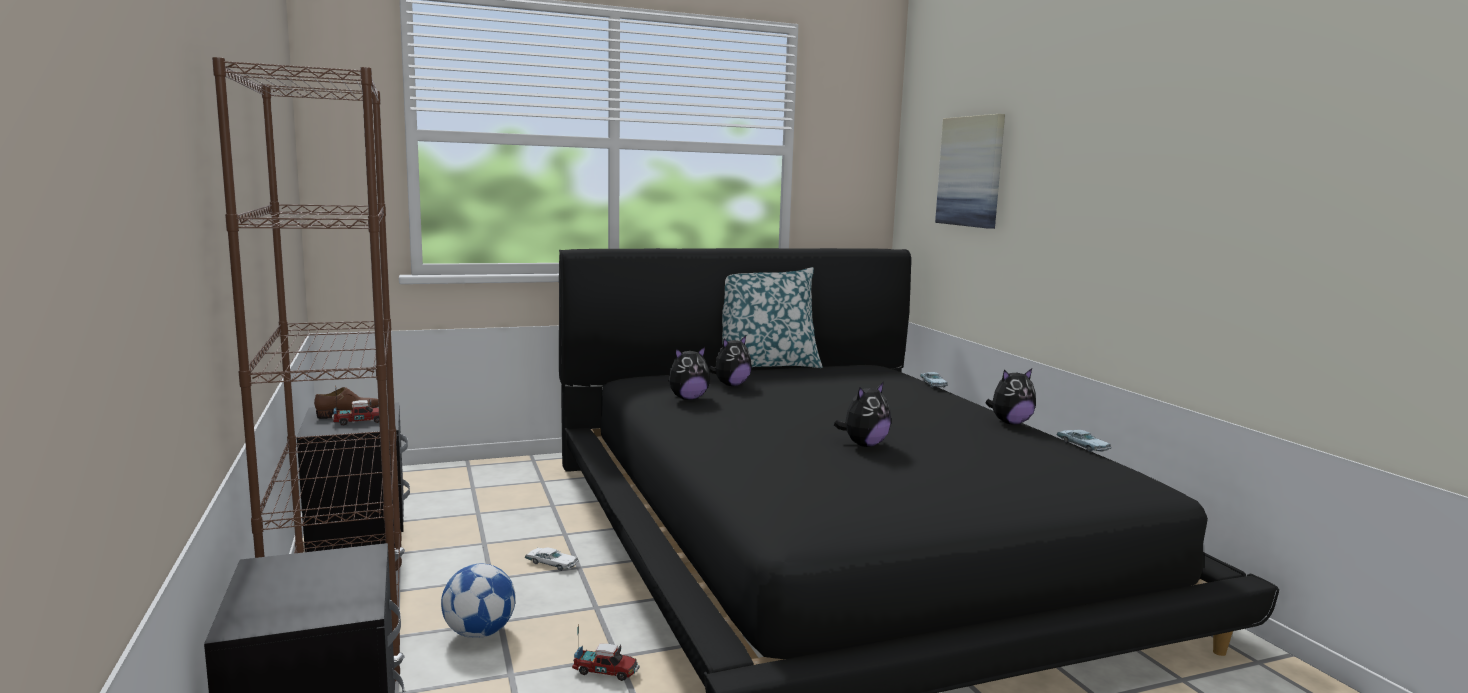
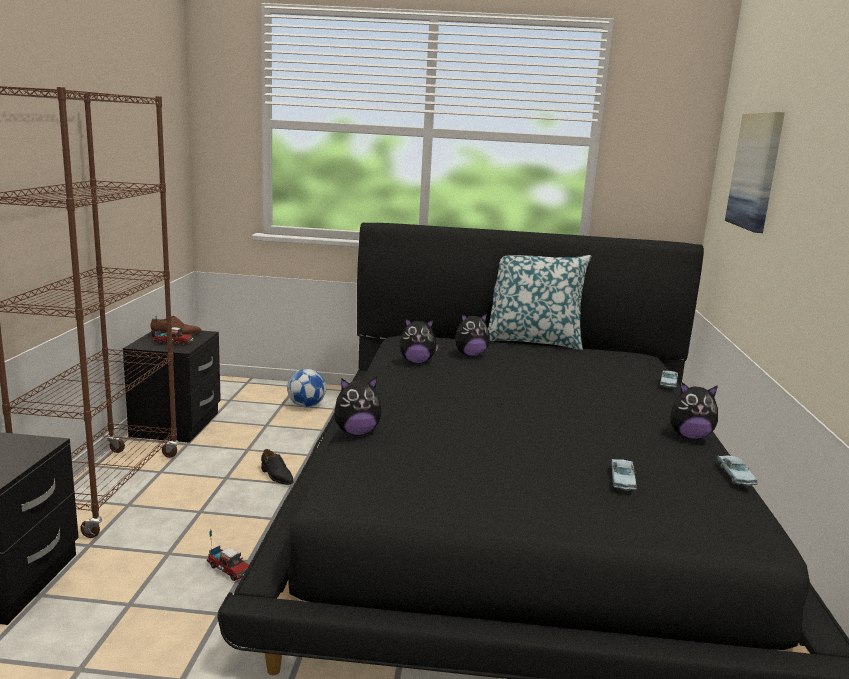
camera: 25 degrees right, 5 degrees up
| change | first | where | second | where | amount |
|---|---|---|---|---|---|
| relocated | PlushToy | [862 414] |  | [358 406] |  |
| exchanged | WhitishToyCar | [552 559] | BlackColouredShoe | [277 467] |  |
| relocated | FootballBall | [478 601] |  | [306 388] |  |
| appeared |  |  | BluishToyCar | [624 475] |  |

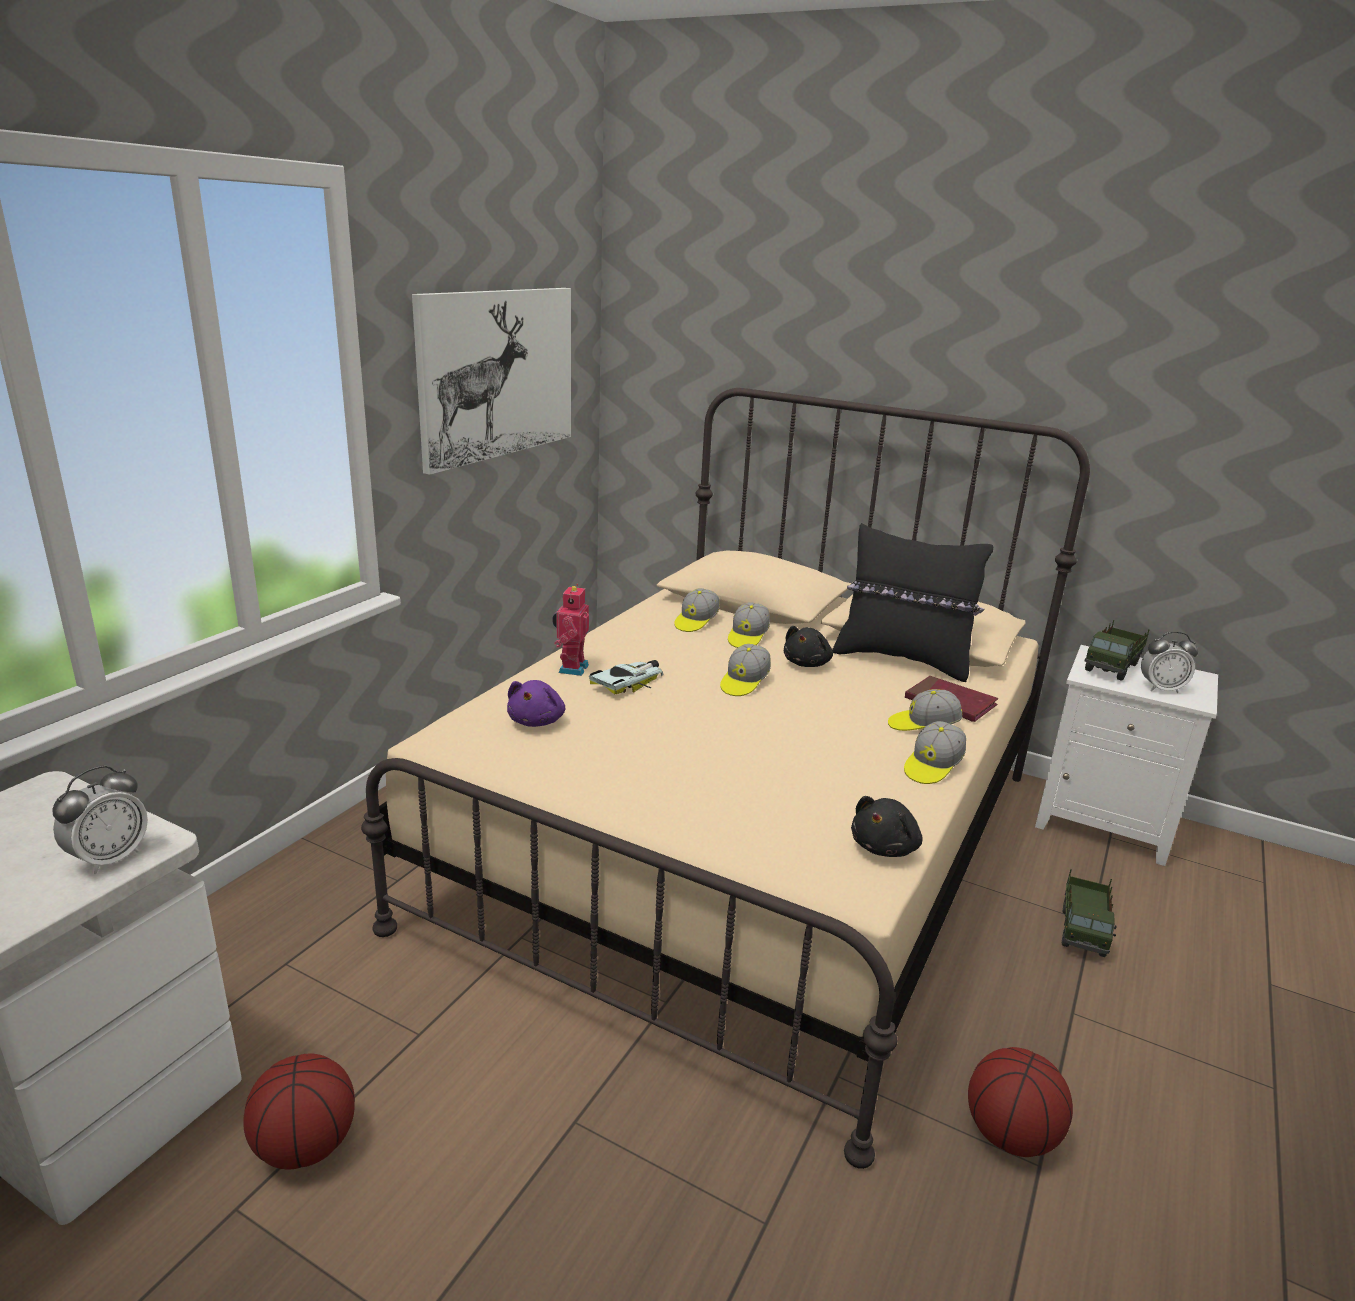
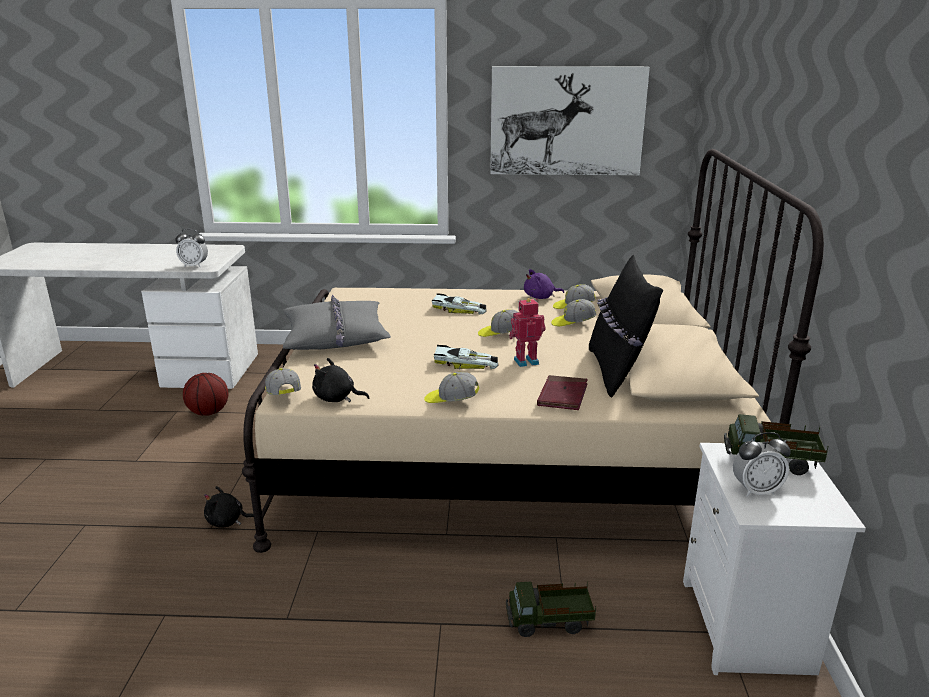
camera: 65 degrees right, 0 degrees up
| change | first | where | second | where | amount |
|---|---|---|---|---|---|
| relocated | ModelRobot | [570 630] |  | [527 332] |  |
| relocated | BlackColouredPlushToy | [808 646] |  | [229 506] |  |
| spun | TableClock | [1169 662] |  | [762 464] | 75 degrees counterclockwise |
| relocated | PurplePlushToy | [536 703] |  | [544 284] |  |
| relocated | BaseballCap | [925 710] |  | [283 381] |  |
| missing | BasketballBall | [1020 1102] |  |  |  |
| appeared |  |  | GreyCushion | [337 322] |  |
| appeared |  |  | ToyCar | [466 357] |  |

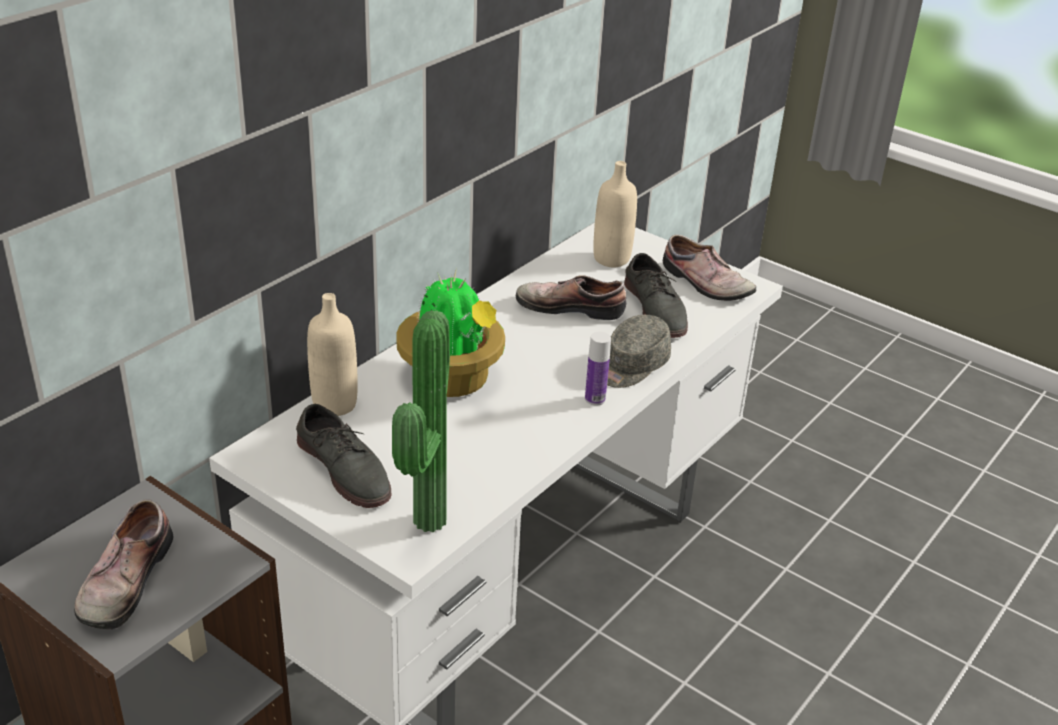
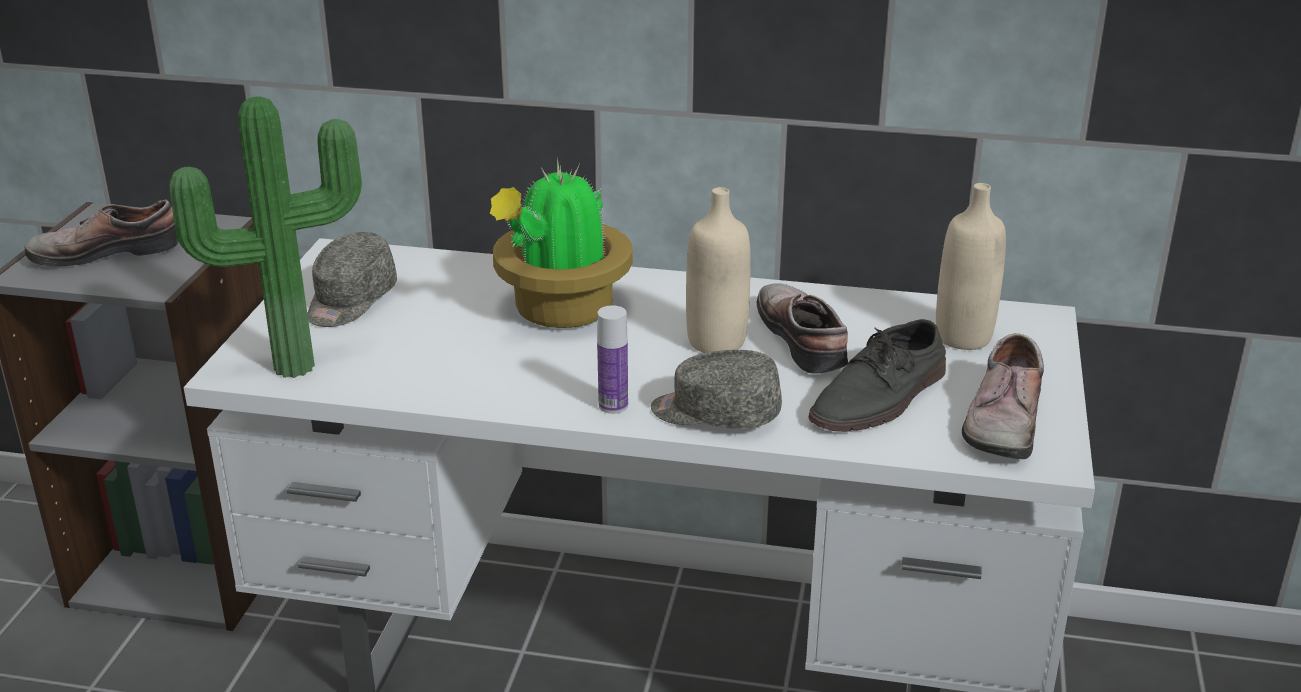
camera: 65 degrees right, 5 degrees down
| change | first | where | second | where | amount |
|---|---|---|---|---|---|
| relocated | SandColouredBeverageBottle | [332 354] |  | [718 270] |  |
| exchanged | GreyShoe | [343 456] | GreyBaseballCap | [352 279] |  |

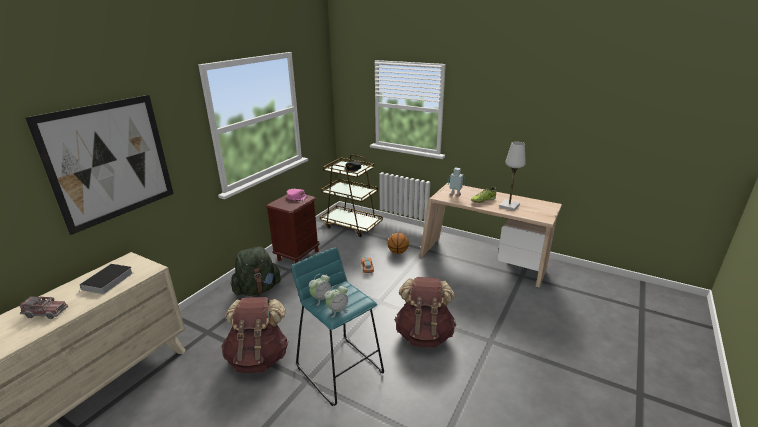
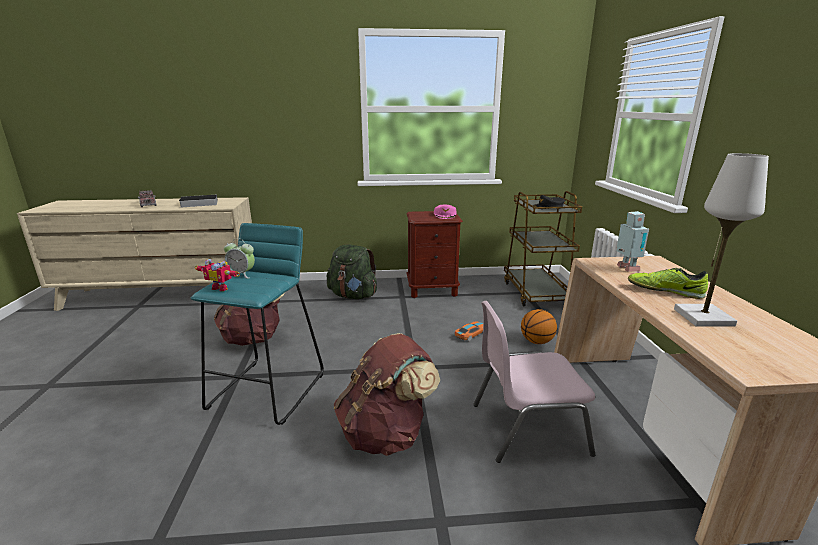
camera: 55 degrees right, 5 degrees down
| change | first | where | second | where | amount |
|---|---|---|---|---|---|
| missing | Picture | [99 165] |  |  |  |
| exchanged | TableClock | [337 301] | ModelRobot | [217 275] |  |
| appeared |  |  | PinkChair | [534 382] |  |

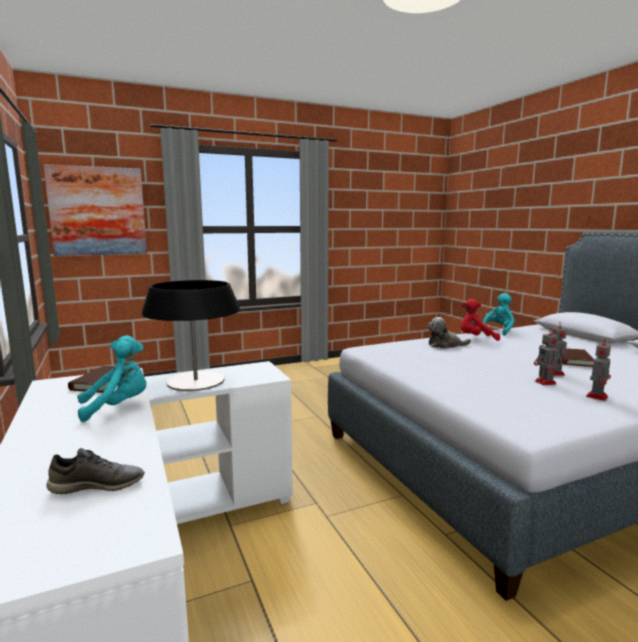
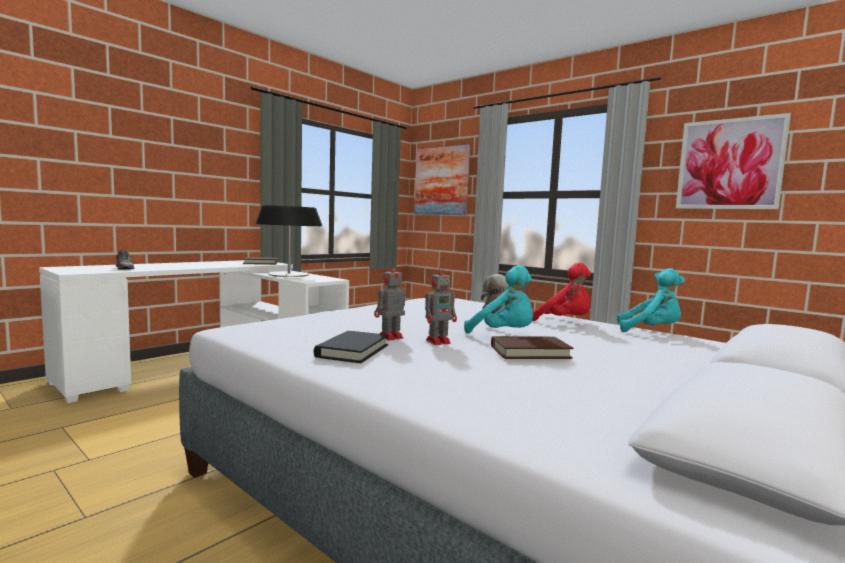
camera: 65 degrees right, 5 degrees down
| change | first | where | second | where | amount |
|---|---|---|---|---|---|
| spun | ReddishPlushToy | [480 320] |  | [561 292] | 150 degrees clockwise |
| relocated | TurquoisePlushToy | [111 378] |  | [498 299] |  |
| exchanged | ModelRobot | [598 369] | BlackColouredBoundBook | [351 347] |  |
| appeared |  |  | Picture | [733 161] |  |

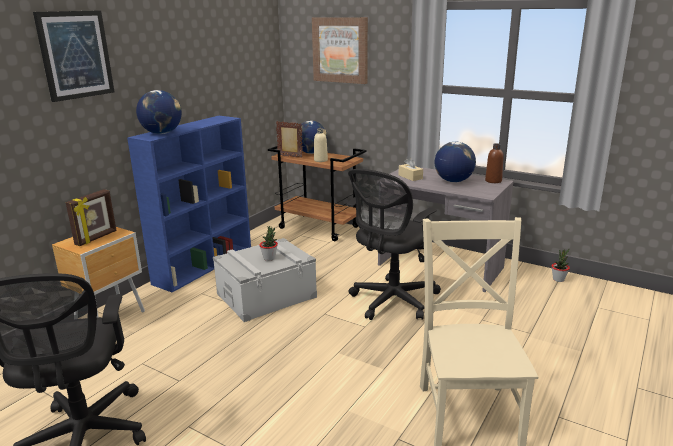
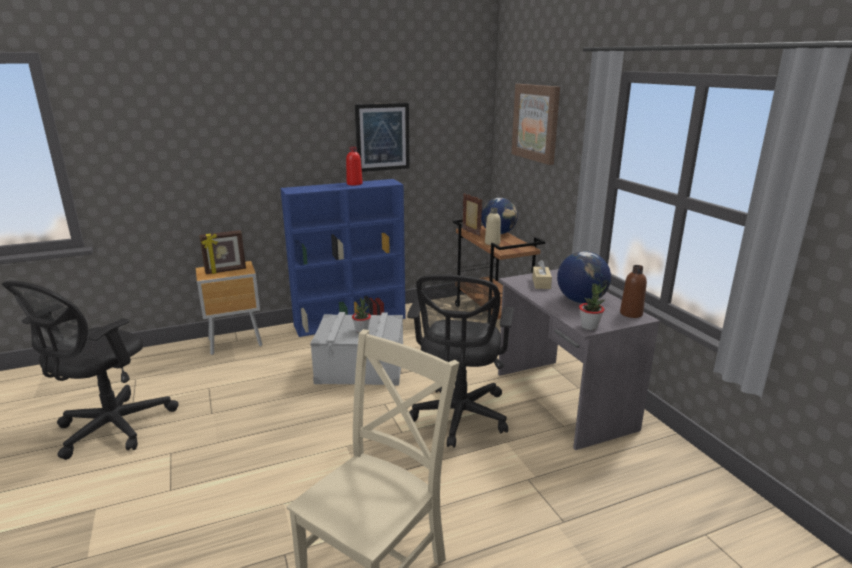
camera: 35 degrees right, 0 degrees up
| change | first | where | second | where | amount |
|---|---|---|---|---|---|
| relocated | Picture | [74 56] |  | [382 137] |  |
| missing | DeskGlobe | [159 112] |  |  |  |
| spun | BlackColouredOfficeChair | [393 244] |  | [460 361] | 60 degrees counterclockwise |
| relocated | PlantInAPot | [560 265] |  | [593 306] |  |
| appeared |  |  | ReddishBeverageBottle | [354 166] |  |

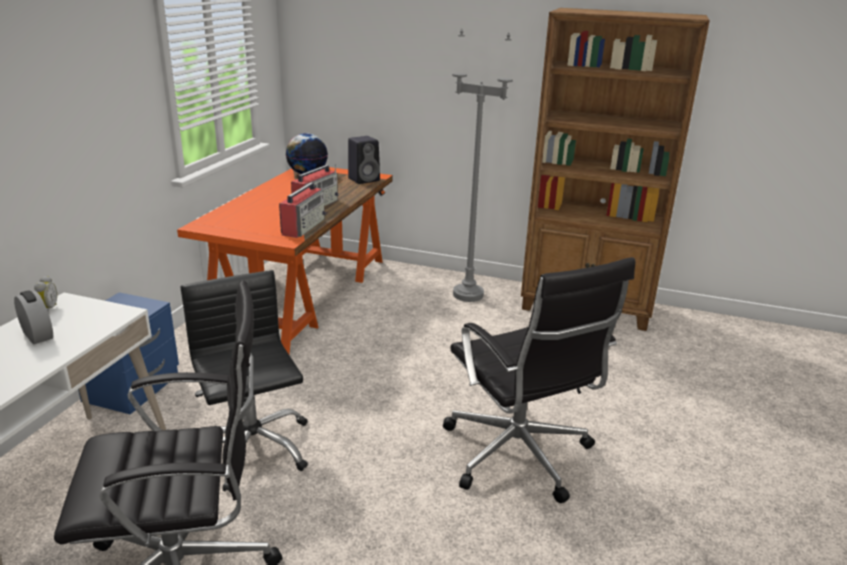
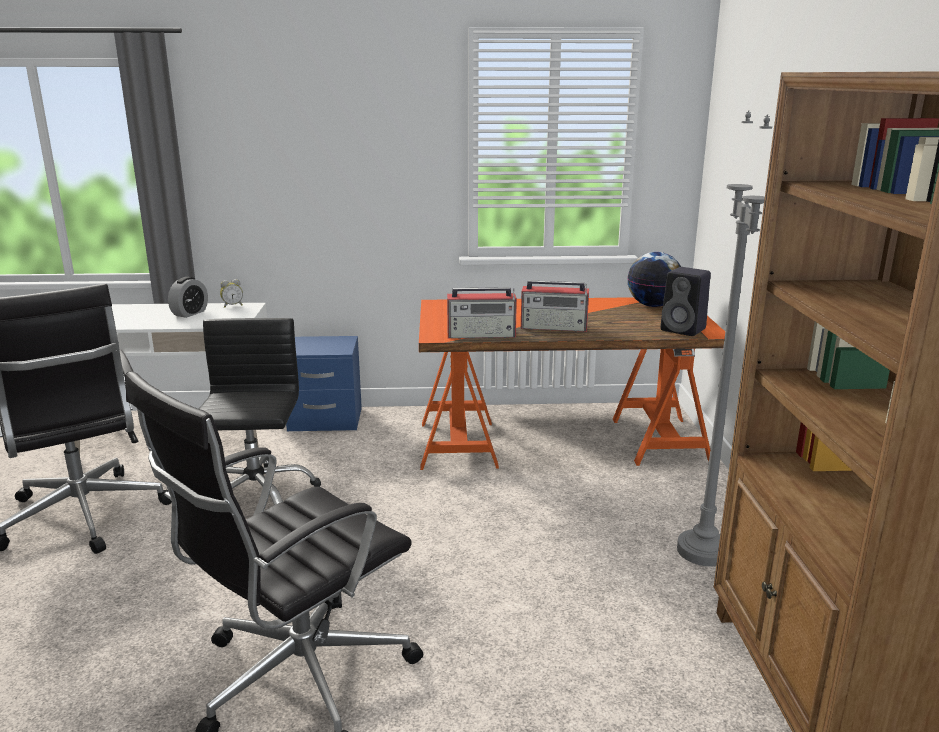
camera: 70 degrees right, 5 degrees down
| change | first | where | second | where | amount |
|---|---|---|---|---|---|
| spun | BlackColouredOfficeChair | [244 381] |  | [260 411] | 45 degrees counterclockwise |

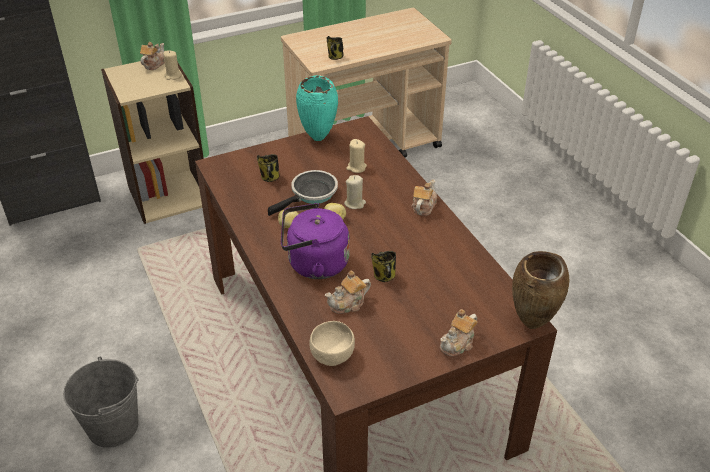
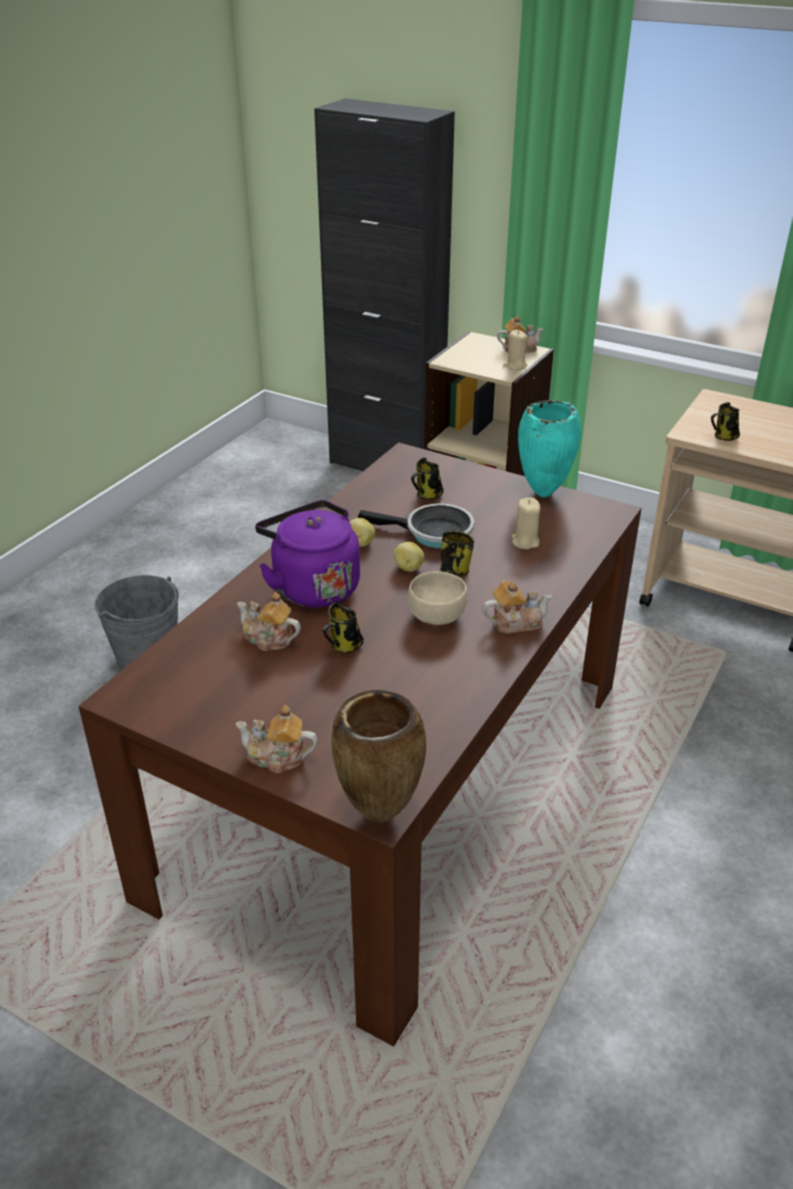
camera: 55 degrees right, 5 degrees down
| change | first | where | second | where | amount |
|---|---|---|---|---|---|
| exchanged | SandColouredWaxLight | [355 192] | CoffeeMug | [457 552] |  |
| relocated | SandColouredServingBowl | [332 343] |  | [437 598] |  |

